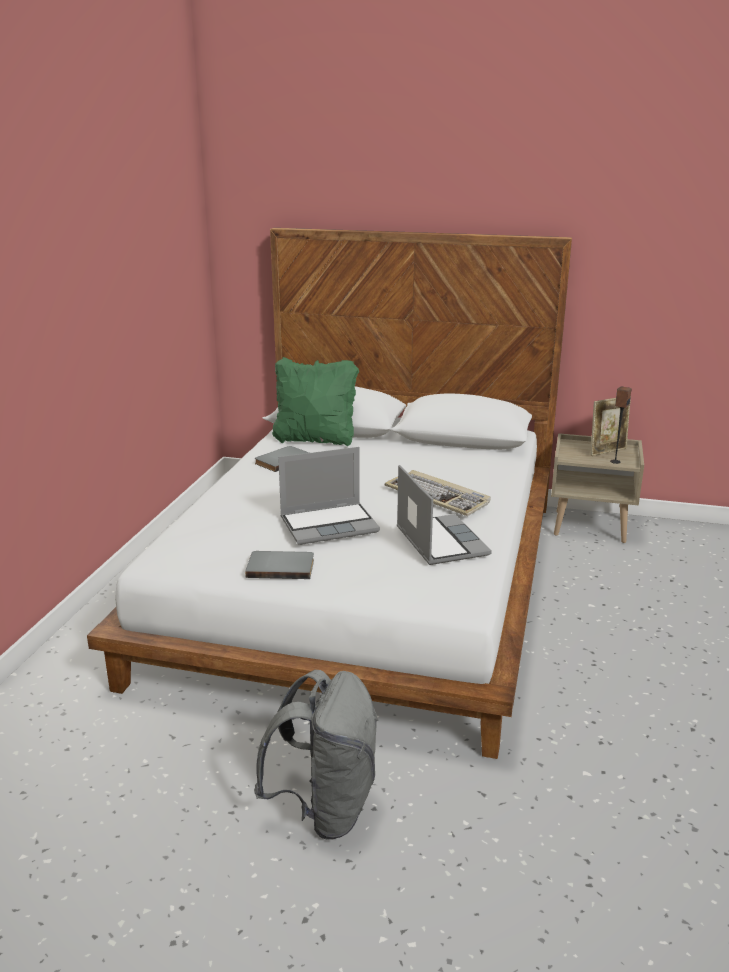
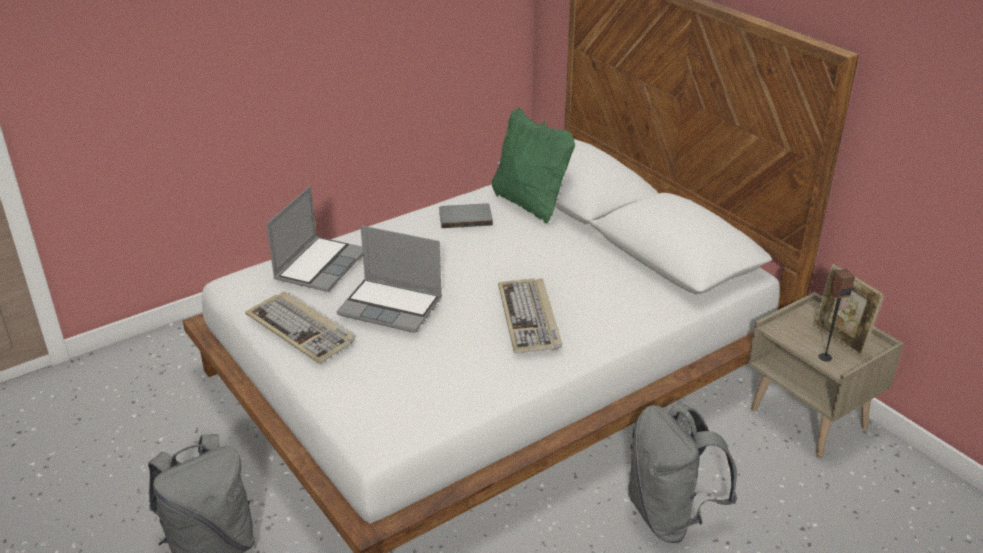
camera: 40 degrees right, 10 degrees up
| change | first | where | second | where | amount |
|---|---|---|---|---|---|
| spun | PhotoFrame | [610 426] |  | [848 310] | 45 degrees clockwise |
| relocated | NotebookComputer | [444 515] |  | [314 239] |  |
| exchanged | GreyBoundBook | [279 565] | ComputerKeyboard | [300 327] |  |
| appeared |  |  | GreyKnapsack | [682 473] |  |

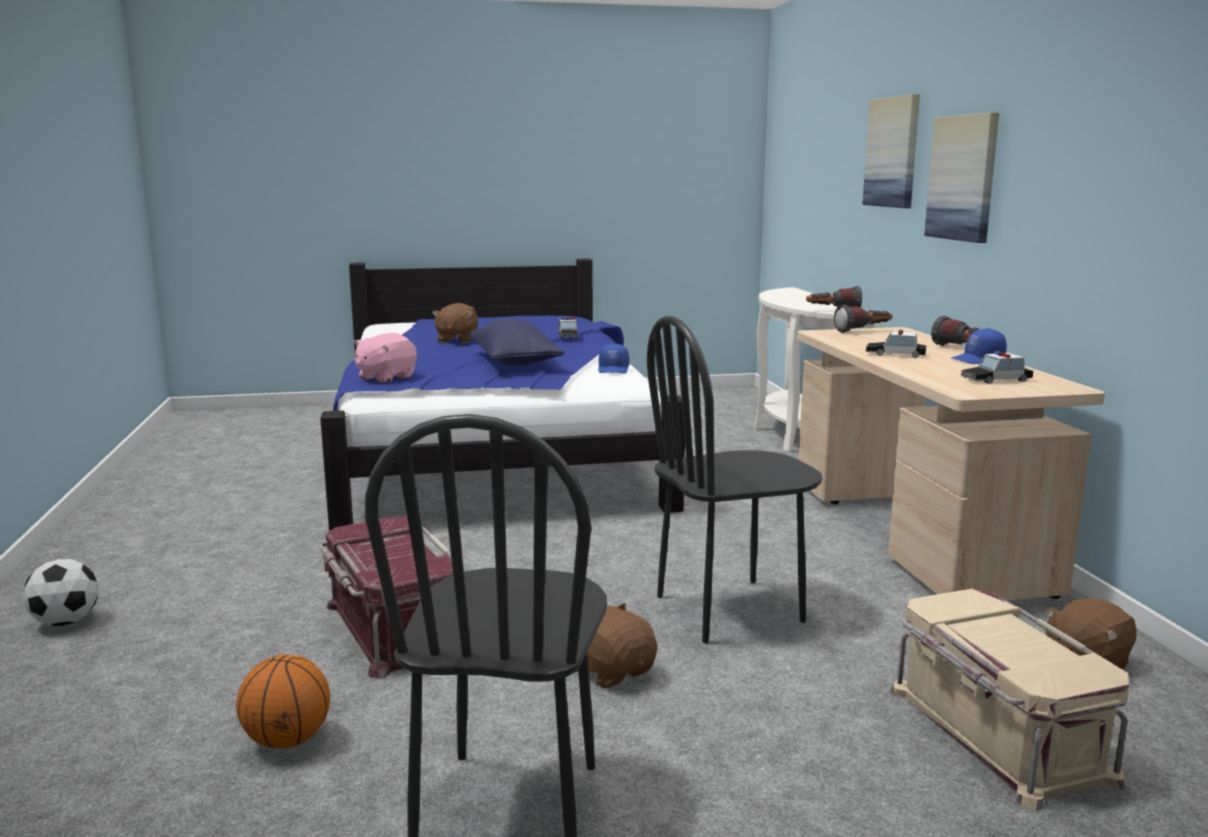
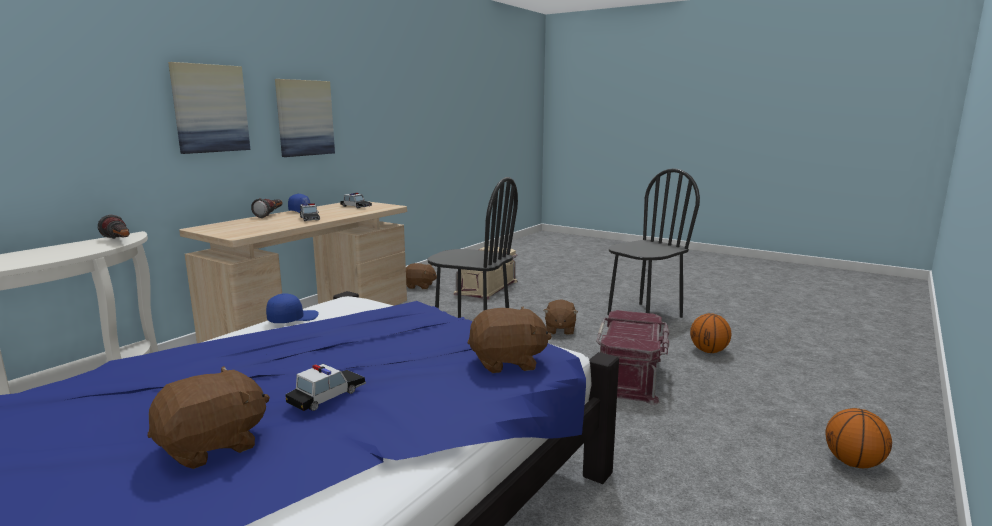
camera: 135 degrees left, 0 degrees up
| change | first | where | second | where | amount |
|---|---|---|---|---|---|
| relocated | Picture | [891 151] |  | [305 118] |  |
| missing | HandTorch | [863 319] |  |  |  |
| relocated | ToyCar | [568 327] |  | [325 387] |  |
| missing | BluishCushion | [517 342] |  |  |  |
| colour | PinkPlushToy | [385 358] | BrownPlushToy | [510 339] |  |
| exchanged | FootballBall | [61 592] | BasketballBall | [858 438] |  |

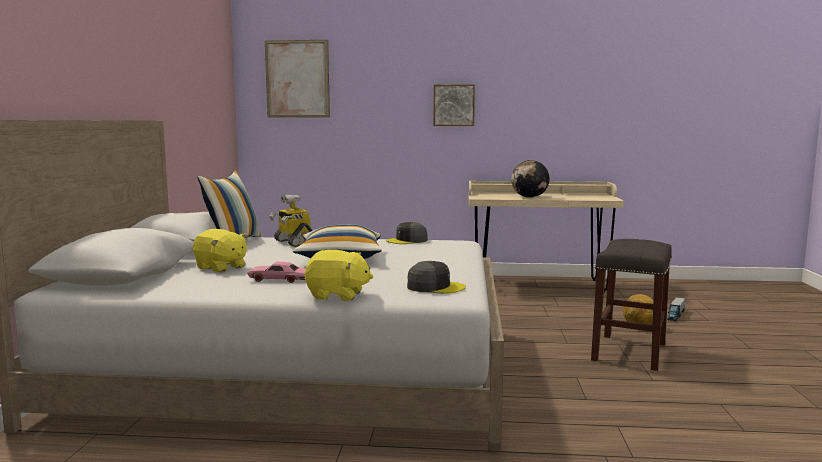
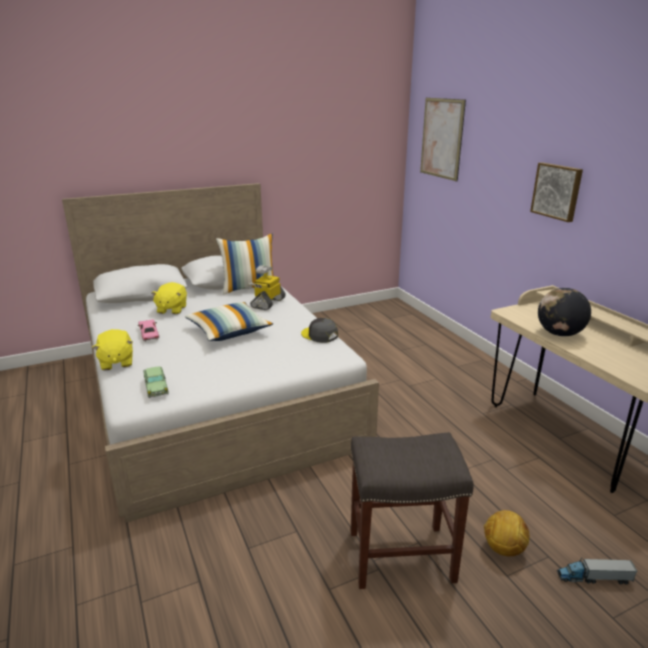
camera: 60 degrees right, 15 degrees up
| change | first | where | second | where | amount |
|---|---|---|---|---|---|
| exchanged | GreyBaseballCap | [436 277] | ToyCar | [156 382] |  |

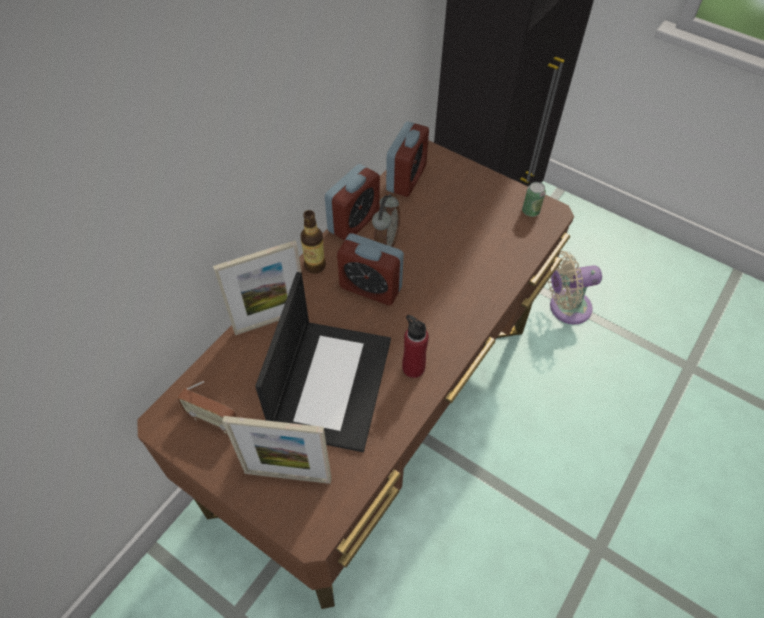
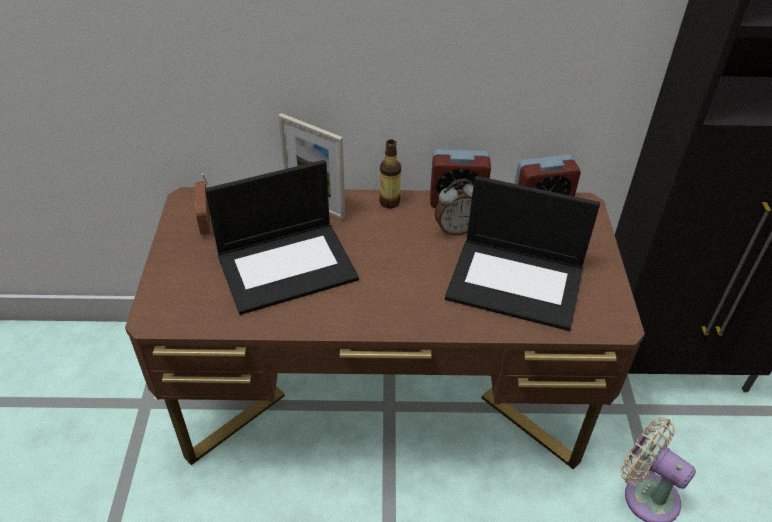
camera: 55 degrees right, 10 degrees down
| change | first | where | second | where | amount |
|---|---|---|---|---|---|
| missing | SealedCan | [534 199] |  |  |  |
| missing | TableClock | [370 269] |  |  |  |
| missing | ReddishBeverageBottle | [415 346] |  |  |  |
| missing | PhotoFrame | [277 450] |  |  |  |
| appeared |  |  | NotebookComputer | [522 253] |  |

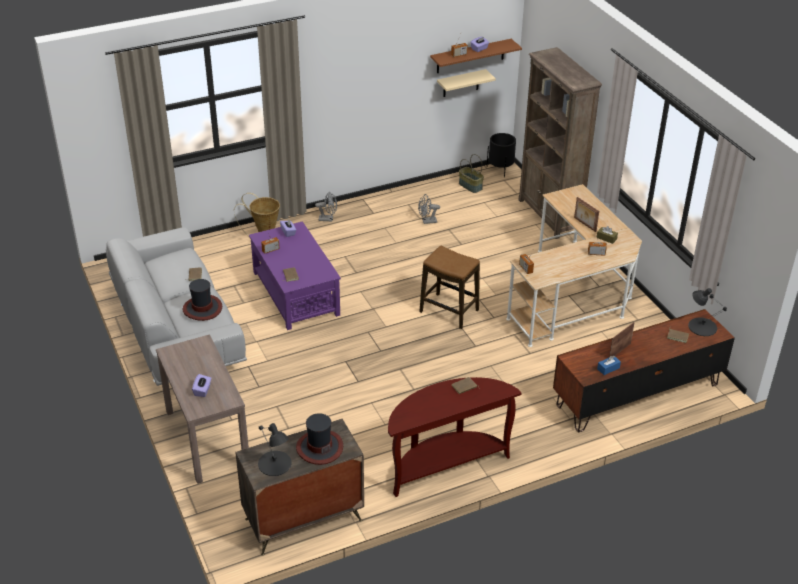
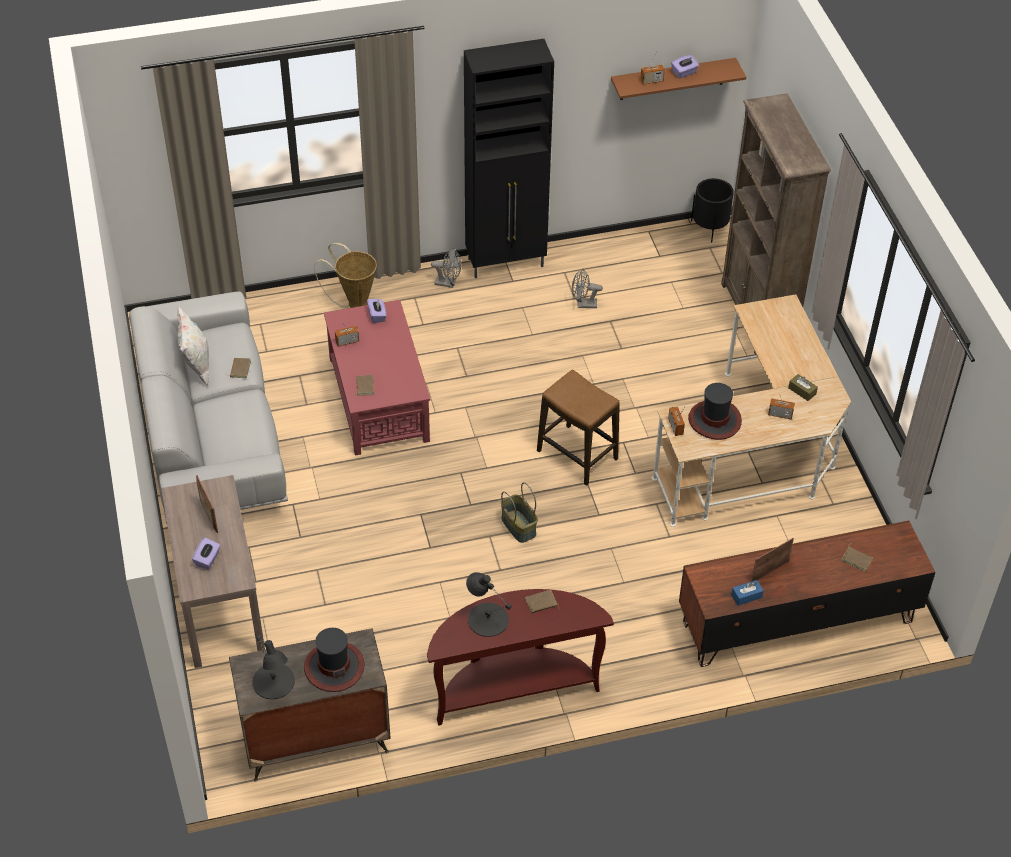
camera: 10 degrees right, 10 degrees up
| change | first | where | second | where | amount |
|---|---|---|---|---|---|
| missing | SandColouredBracketShelf | [466 83] |  |  |  |
| relocated | HouseholdBasket | [471 173] |  | [519 512] |  |
| relocated | PhotoFrame | [586 214] |  | [207 504] |  |
| colour | PurpleCoffeeTable | [295 275] | ReddishCoffeeTable | [377 377] |  |
| relocated | ClothingHat | [202 300] |  | [715 411] |  |
| relocated | BlackColouredLampForATable | [707 312] |  | [489 604] |  |
| appeared |  |  | BlackColouredStorageCabinet | [509 158] |  |
| appeared |  |  | WhitishCushion | [193 346] |  |

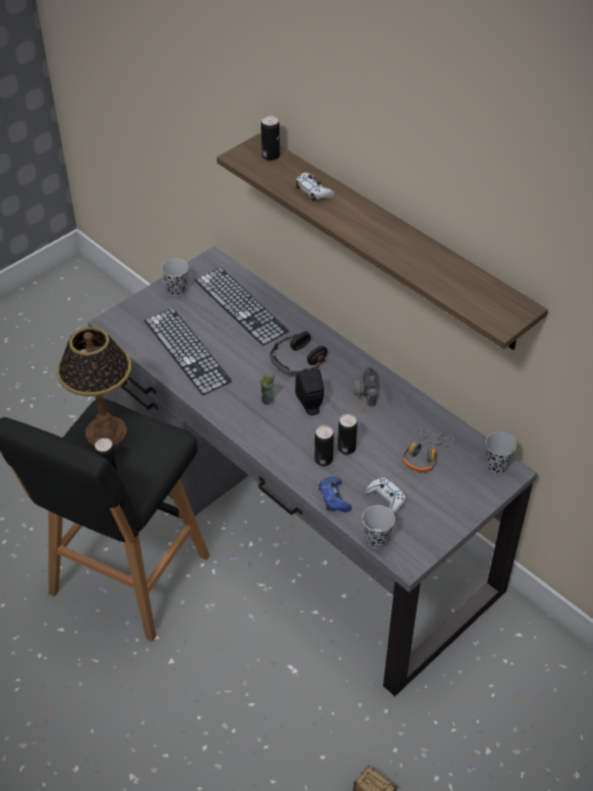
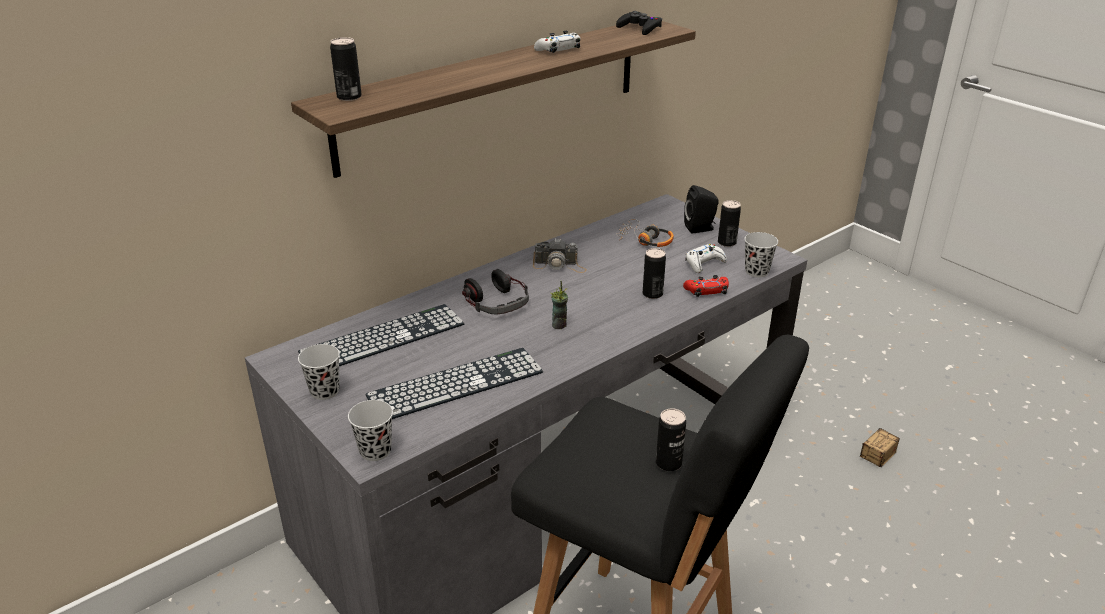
camera: 85 degrees left, 15 degrees down
| change | first | where | second | where | amount |
|---|---|---|---|---|---|
| relocated | WhitishJoypad | [315 187] |  | [557 42] |  |
| missing | LampForATable | [94 386] |  |  |  |
| relocated | BlackColouredSpeaker | [309 392] |  | [701 209] |  |
| relocated | SealedCan | [347 434] |  | [729 223] |  |
| relocated | BlackColouredCup | [501 453] |  | [370 430] |  |
| colour | BluishJoypad | [335 494] | ReddishJoypad | [706 286] |  |
| appeared |  |  | BlackColouredJoypad | [639 23] |  |

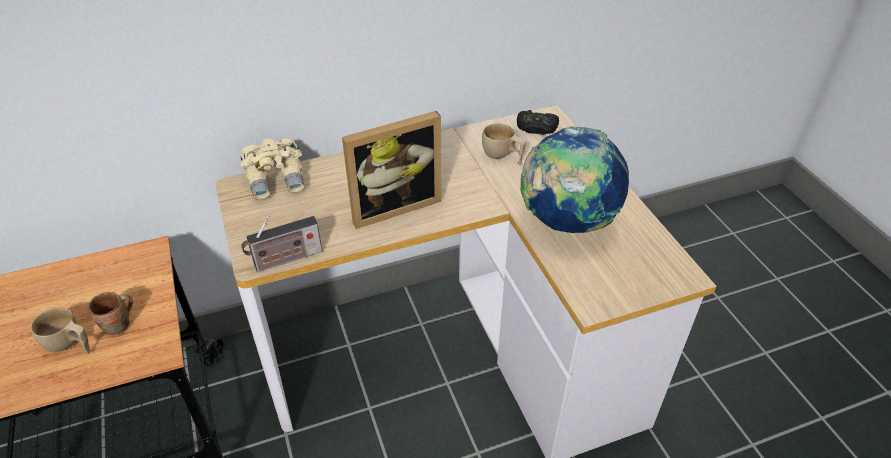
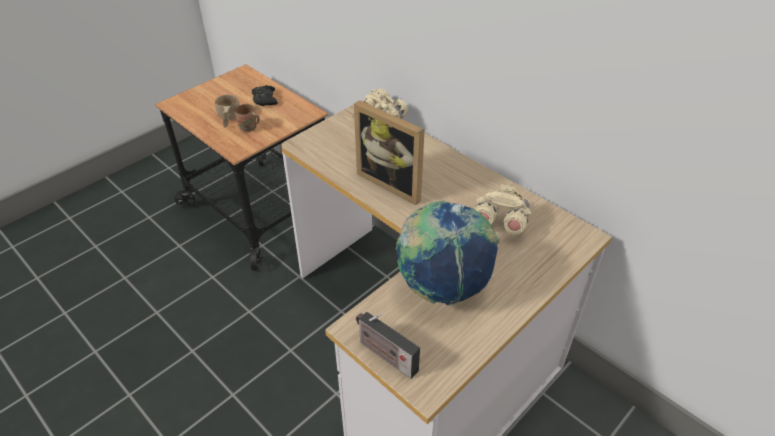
camera: 65 degrees right, 0 degrees up
| change | first | where | second | where | amount |
|---|---|---|---|---|---|
| relocated | BlackColouredJoypad | [538 122] |  | [265 95] |  |
| exchanged | SandColouredCup | [504 143] | SandColouredBinoculars | [502 209] |  |
| relocated | Radio | [281 243] |  | [388 345] |  |

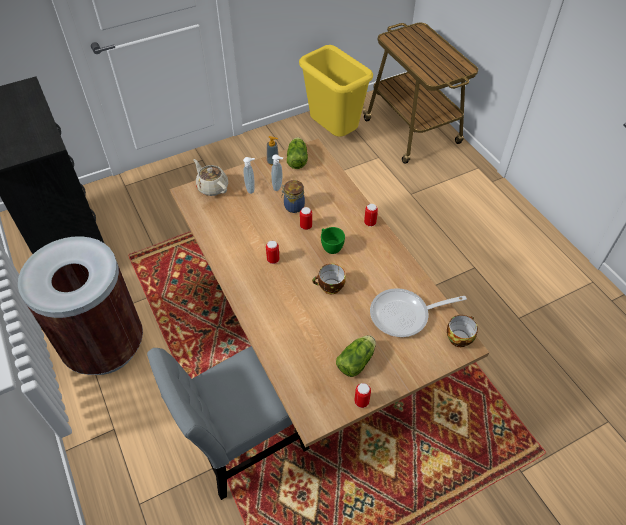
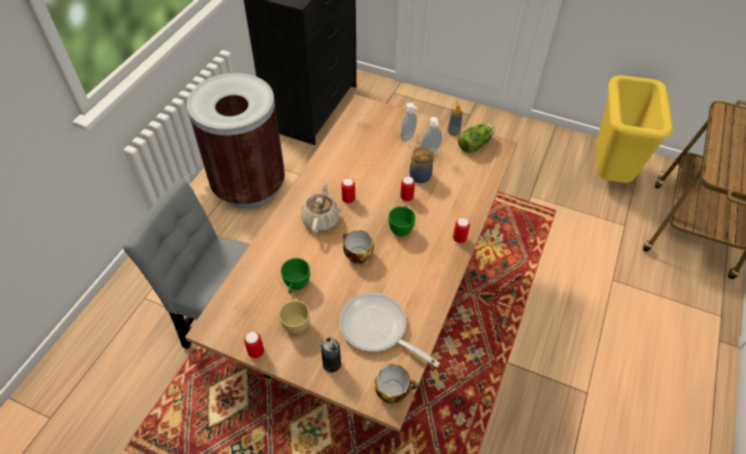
camera: 50 degrees right, 0 degrees up
| change | first | where | second | where | amount |
|---|---|---|---|---|---|
| relocated | SandColouredTeapot | [210 177] |  | [320 207] |  |
| exchanged | Lettuce | [356 356] | YellowishCup | [294 316] |  |
| appeared |  |  | GreenColouredCup | [295 276] |  |
| appeared |  |  | SealedCan | [331 355] |  |

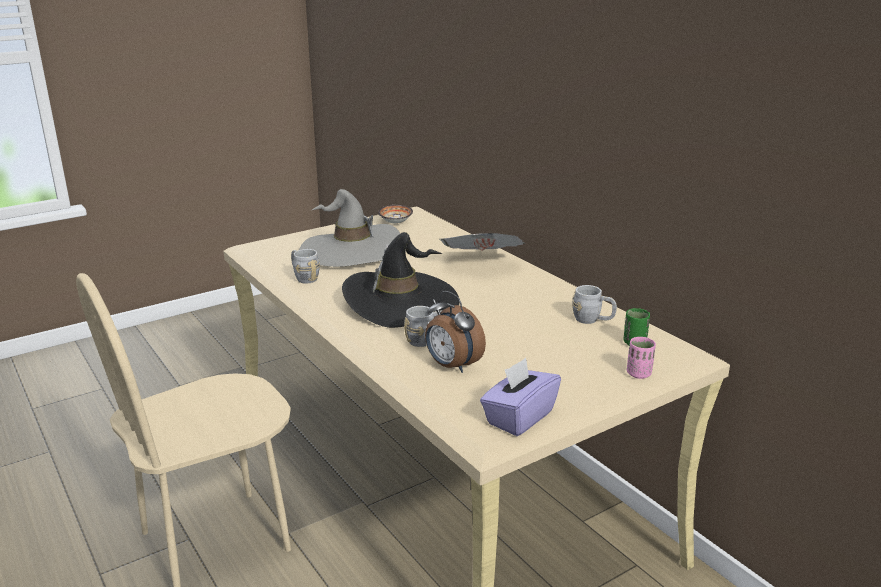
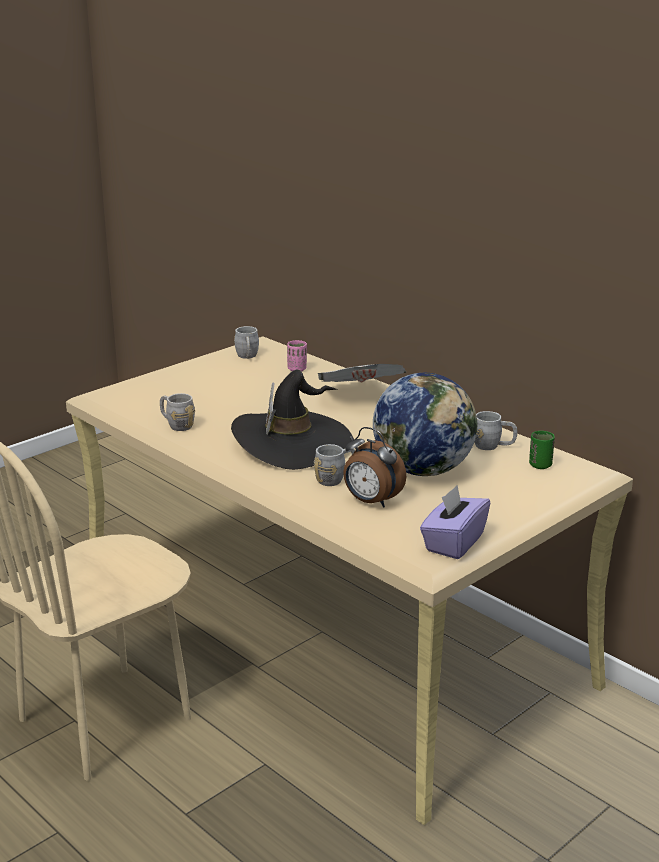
camera: 10 degrees left, 0 degrees up
| change | first | where | second | where | amount |
|---|---|---|---|---|---|
| missing | GreyClothingHat | [349 228] |  |  |  |
| exchanged | ServingBowl | [395 214] | GreyCoffeeMug | [246 342] |  |
| relocated | PinkCup | [641 358] |  | [297 356] |  |
| appeared |  |  | DeskGlobe | [425 424] |  |

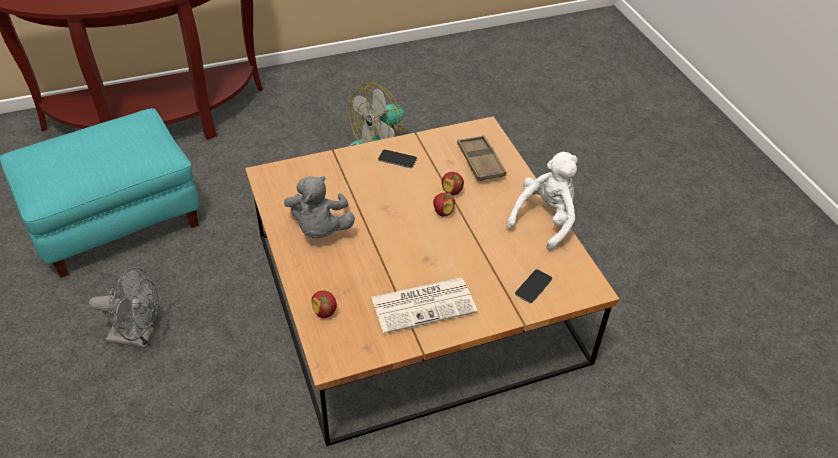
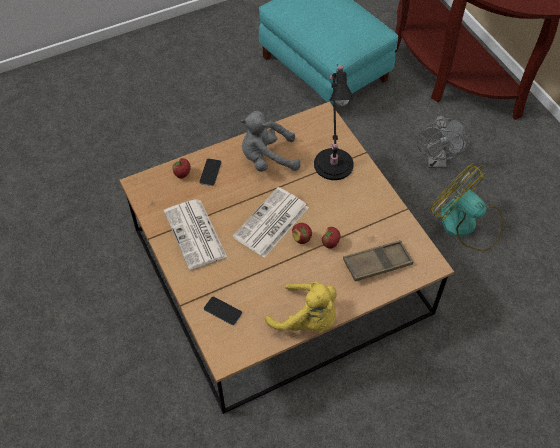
camera: 85 degrees right, 10 degrees up
| change | first | where | second | where | amount |
|---|---|---|---|---|---|
| relocated | Phone | [397 159] |  | [210 172] |  |
| colour | WhitishPlushToy | [541 201] | YellowishPlushToy | [301 306] |  |
| relocated | GreyElectricFan | [123 307] |  | [444 142] |  |
| appeared |  |  | BlackColouredLampForATable | [334 122] |  |
| appeared |  |  | DailyPaper | [271 222] |  |

